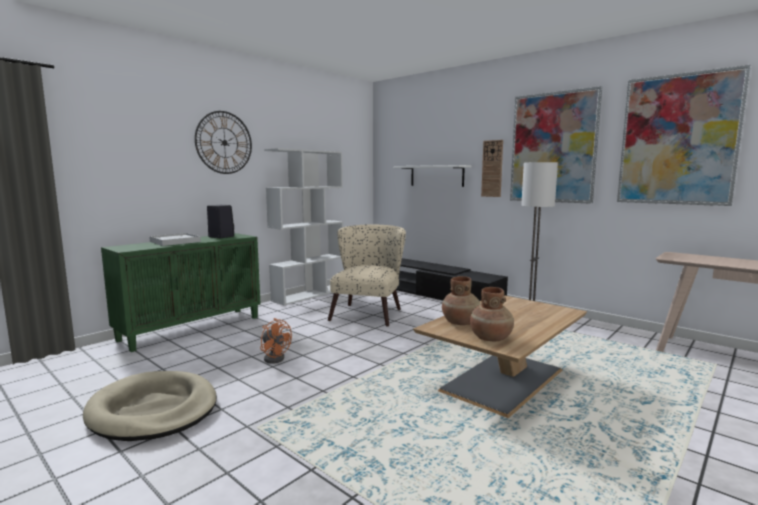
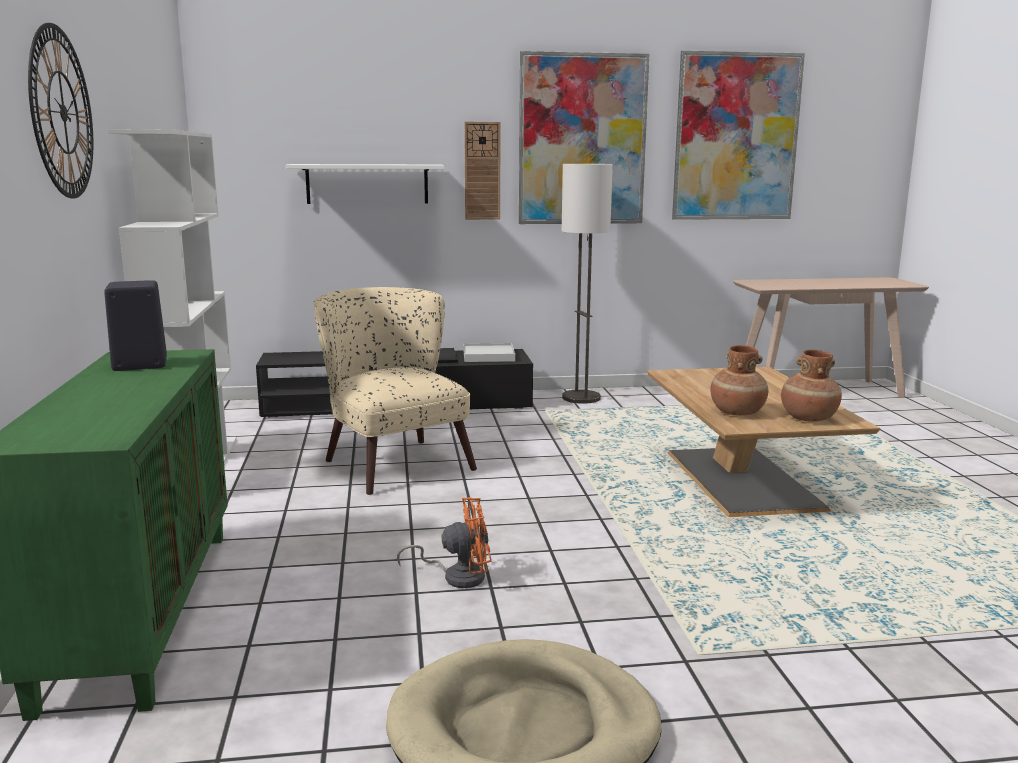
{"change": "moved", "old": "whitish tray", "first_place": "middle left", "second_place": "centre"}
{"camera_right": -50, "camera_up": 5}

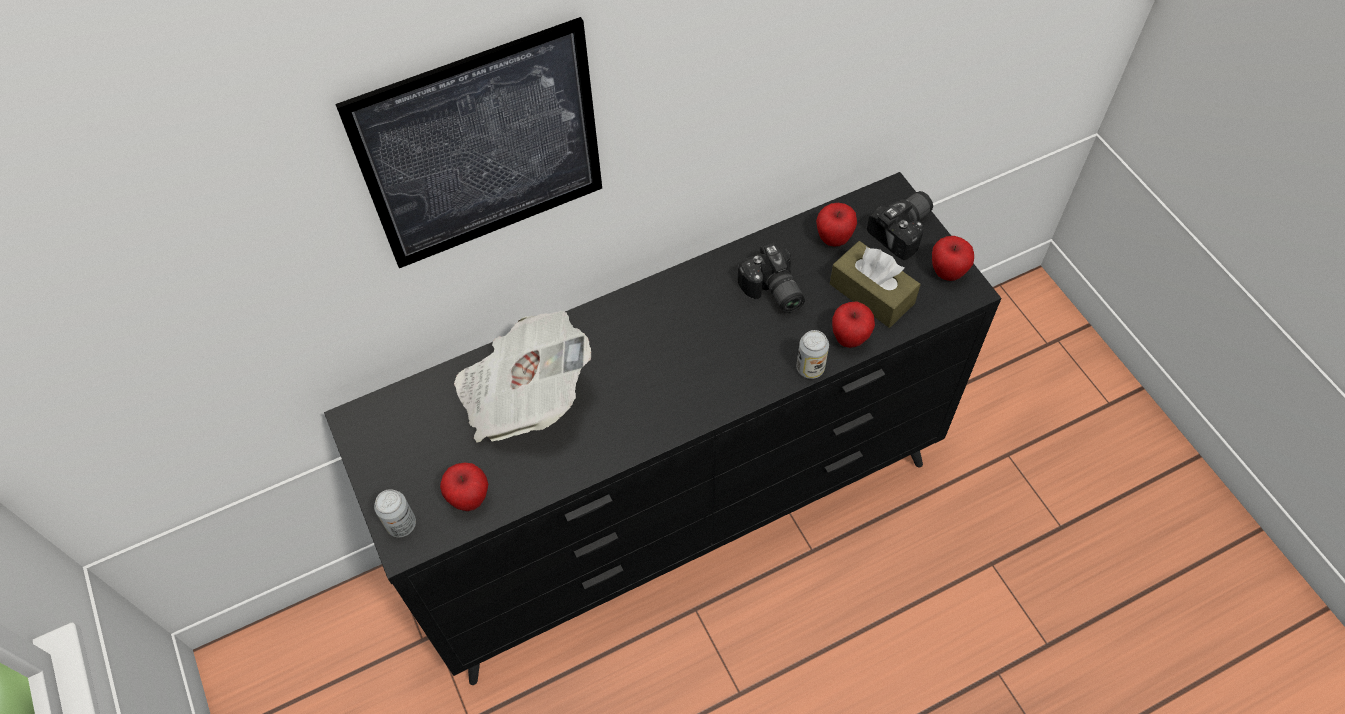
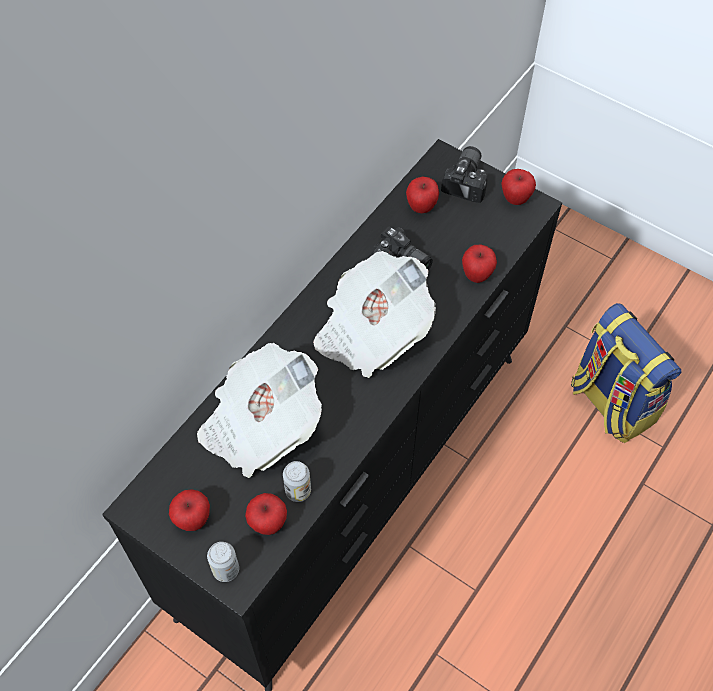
{"change": "removed", "old": "wall picture", "first_place": "top centre"}
{"change": "moved", "old": "metal can (2nd from left)", "first_place": "centre", "second_place": "bottom centre"}
{"change": "removed", "old": "brownish tissue holder", "first_place": "centre"}
{"change": "added", "new": "apple fruit (1st from left)", "second_place": "bottom left"}
{"change": "added", "new": "daily paper (2nd from left)", "second_place": "centre"}
{"change": "added", "new": "rucksack", "second_place": "middle right"}
{"camera_right": -30, "camera_up": 0}

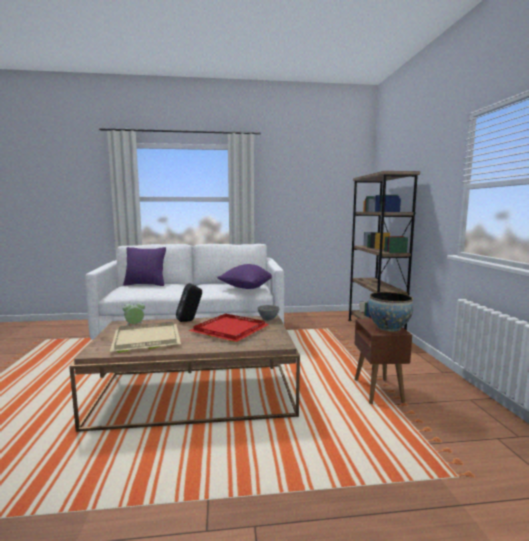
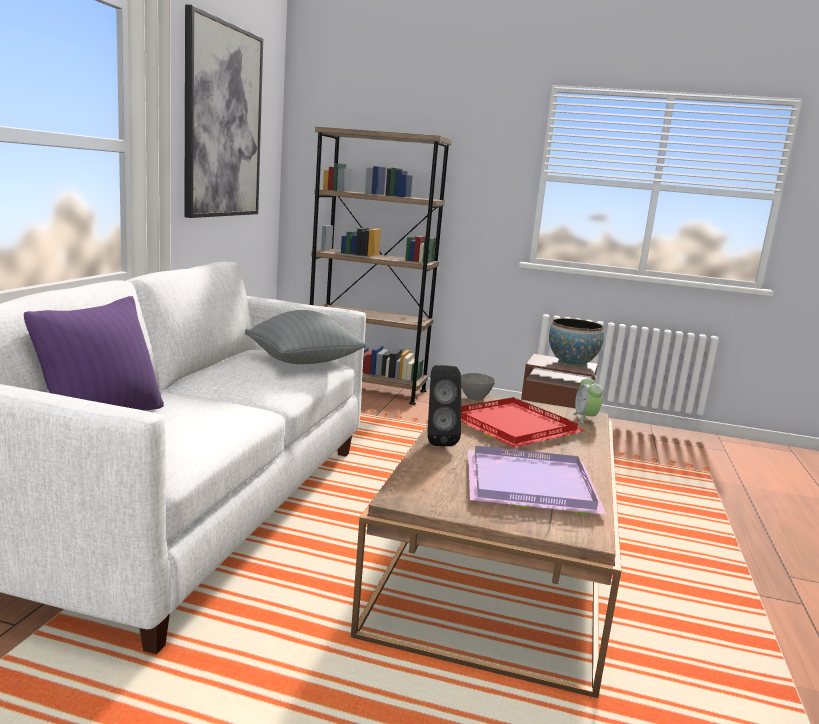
{"change": "recoloured", "old": "beige-coloured tray", "new": "purplish tray", "first_place": "middle left", "second_place": "centre"}
{"change": "moved", "old": "alarm clock", "first_place": "middle left", "second_place": "middle right"}
{"change": "recoloured", "old": "purplish cushion (2nd from left)", "new": "greyish cushion", "first_place": "centre", "second_place": "centre"}
{"change": "added", "new": "wall picture", "second_place": "top left"}
{"camera_right": -70, "camera_up": 5}

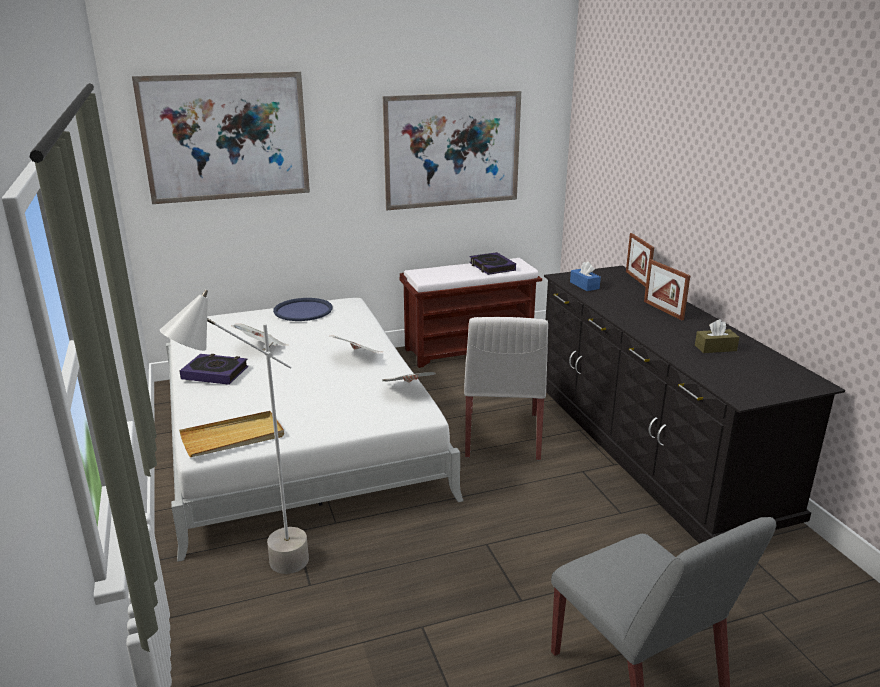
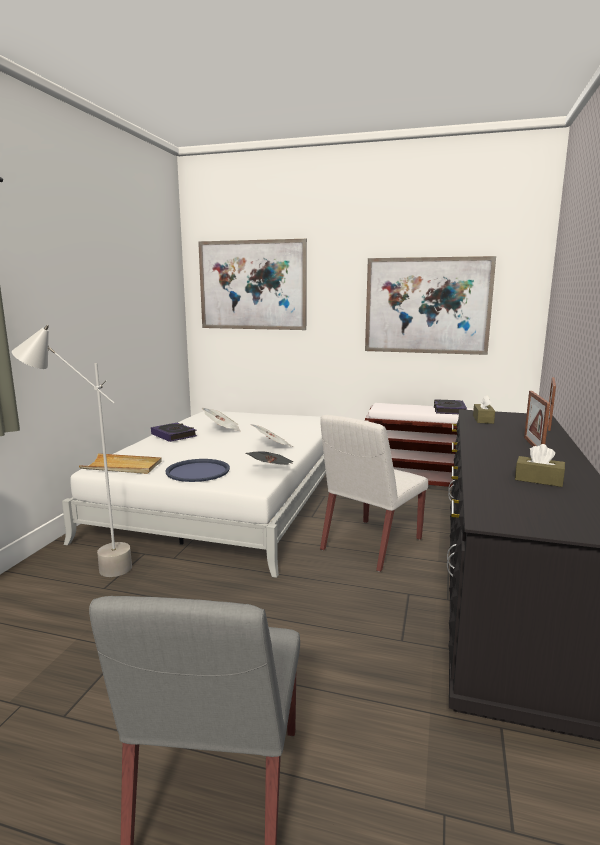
{"change": "moved", "old": "blue tray", "first_place": "centre", "second_place": "middle left"}
{"change": "recoloured", "old": "blue tissue holder", "new": "brownish tissue holder (1st from left)", "first_place": "centre", "second_place": "middle right"}
{"camera_right": 35, "camera_up": -10}

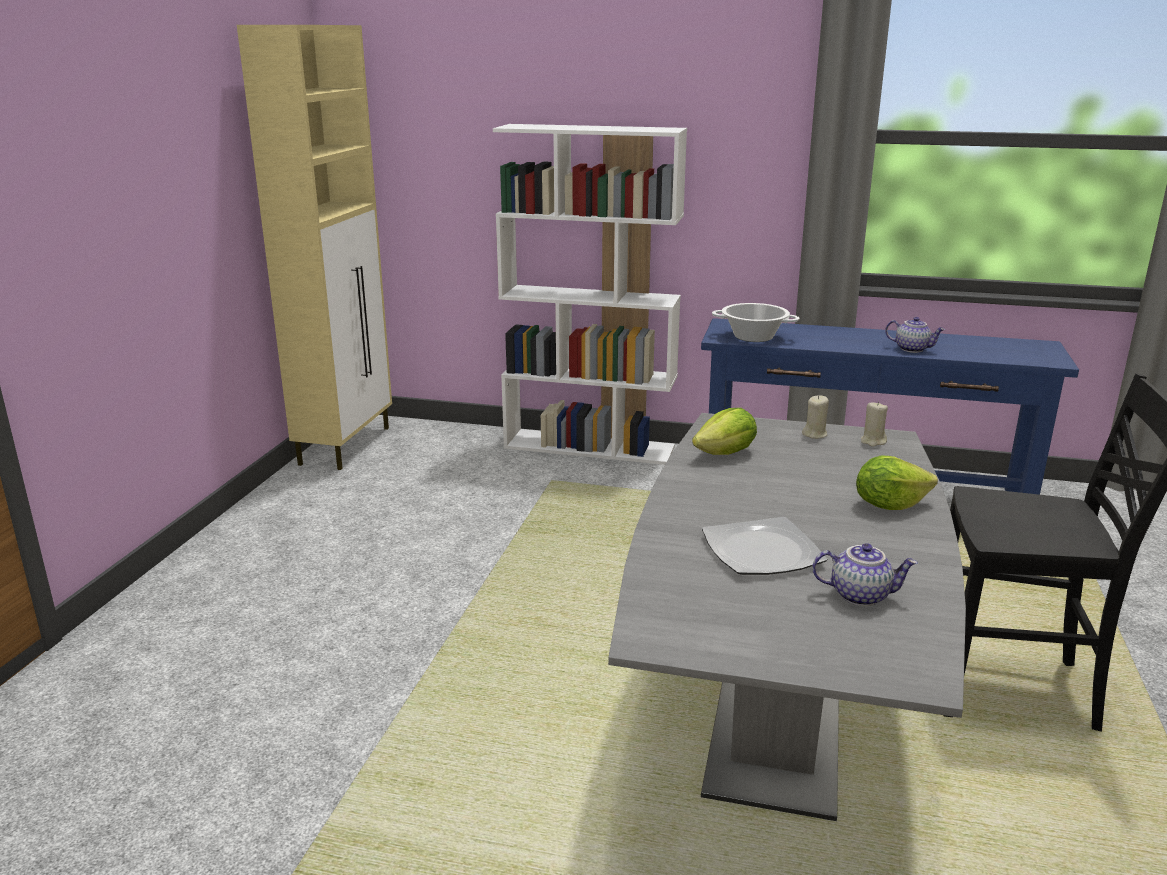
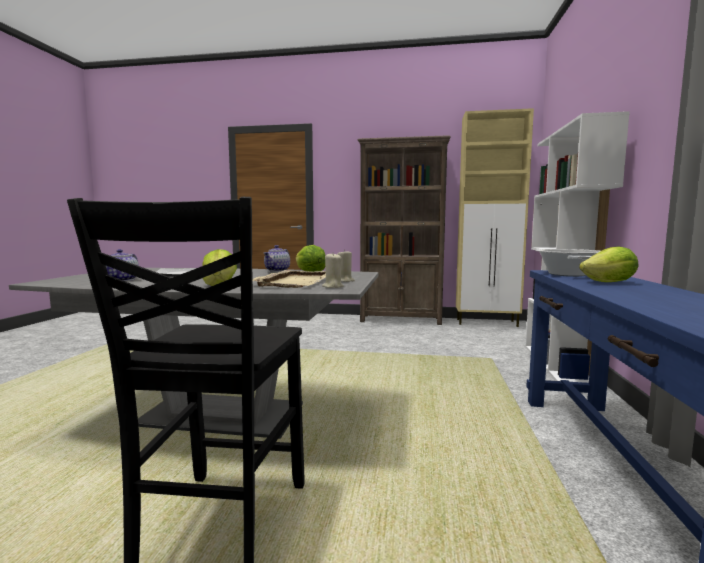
{"change": "moved", "old": "tea pot (2nd from left)", "first_place": "middle right", "second_place": "centre"}
{"change": "added", "new": "beige-coloured tray", "second_place": "centre"}
{"change": "added", "new": "brownish shelving unit", "second_place": "centre"}
{"change": "added", "new": "head of lettuce (3rd from left)", "second_place": "middle right"}
{"camera_right": 85, "camera_up": -15}

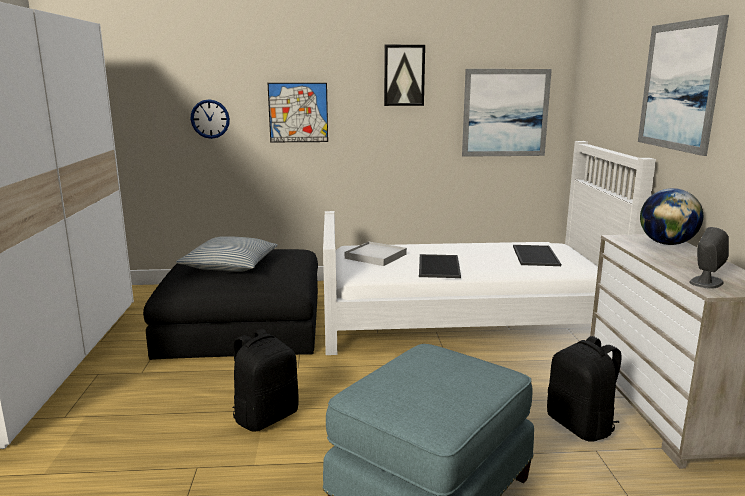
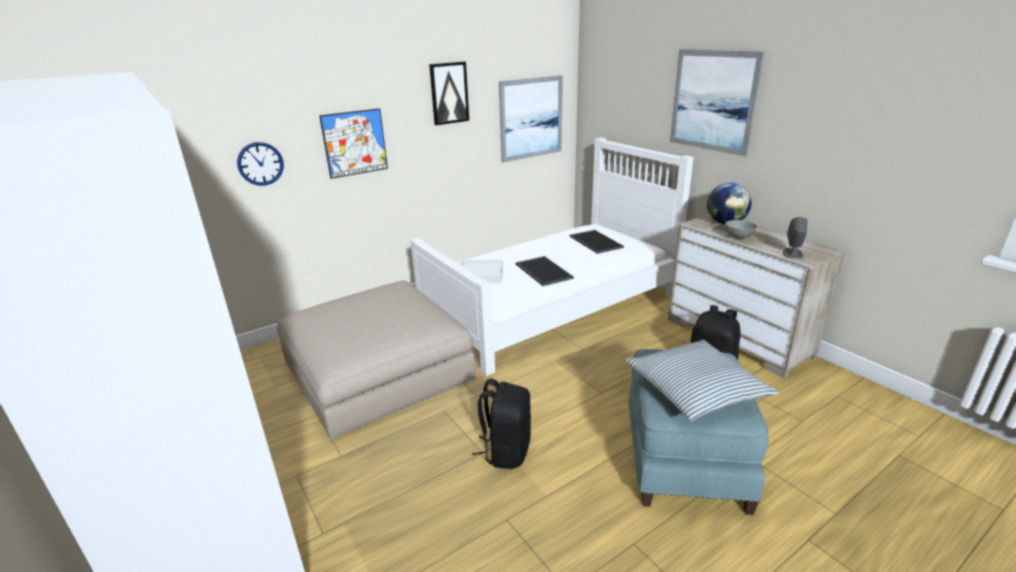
{"change": "recoloured", "old": "blackish footrest", "new": "beige-coloured footrest", "first_place": "middle left", "second_place": "centre"}
{"change": "moved", "old": "cushion", "first_place": "middle left", "second_place": "middle right"}
{"change": "added", "new": "greyish serving bowl", "second_place": "middle right"}
{"camera_right": -30, "camera_up": 10}

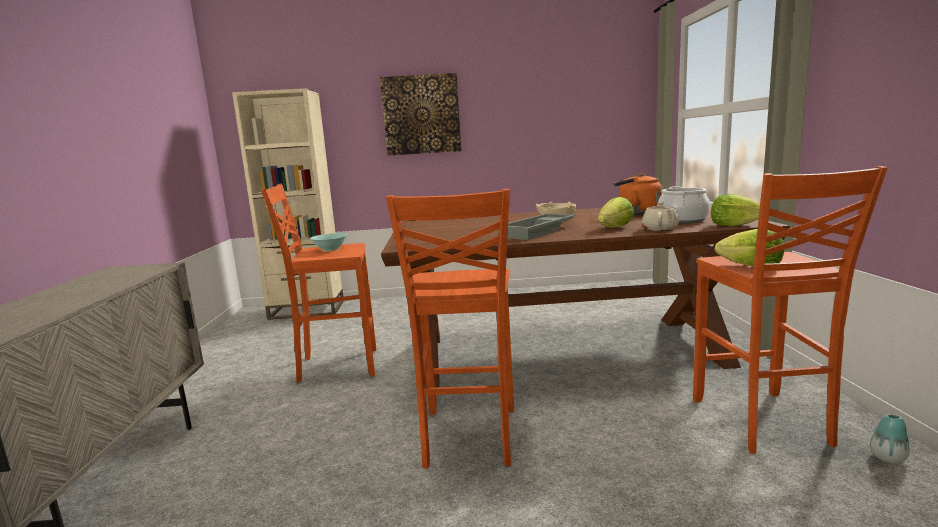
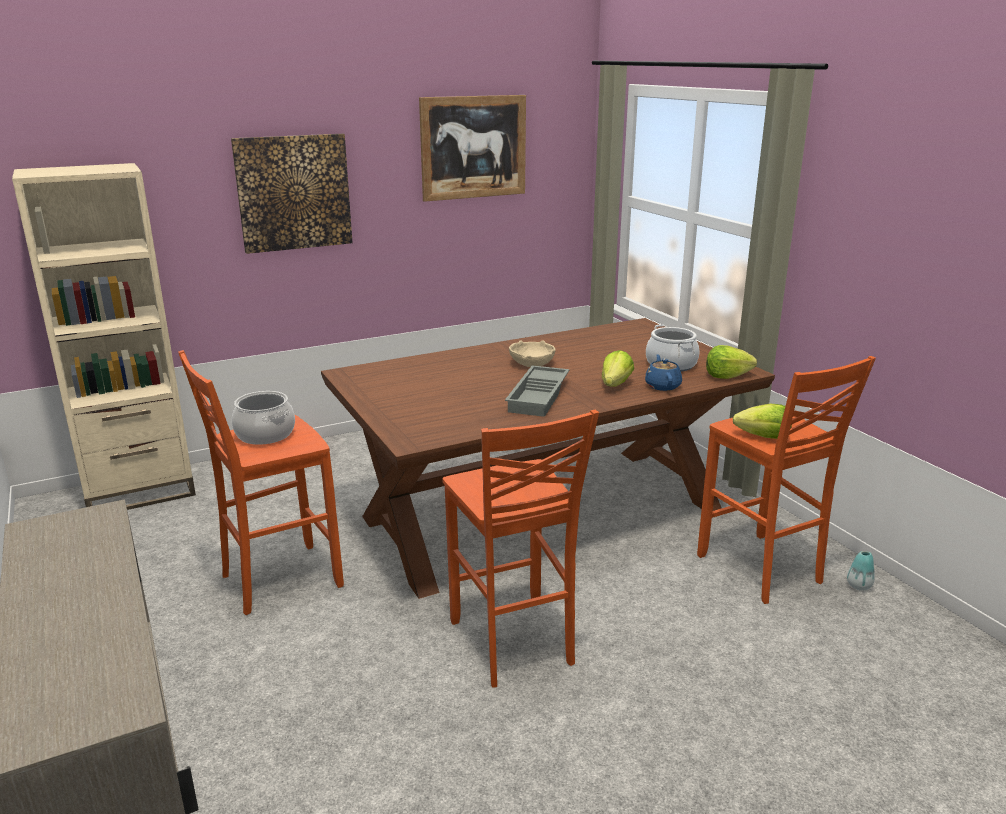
{"change": "replaced", "old": "turquoise-coloured serving bowl", "new": "saucepot (1st from left)", "first_place": "centre", "second_place": "middle left"}
{"change": "removed", "old": "orange tea kettle", "first_place": "middle right"}
{"change": "recoloured", "old": "beige-coloured tea pot", "new": "blue tea pot", "first_place": "middle right", "second_place": "centre"}
{"change": "added", "new": "wall picture (2nd from left)", "second_place": "top centre"}
{"camera_right": -25, "camera_up": 10}

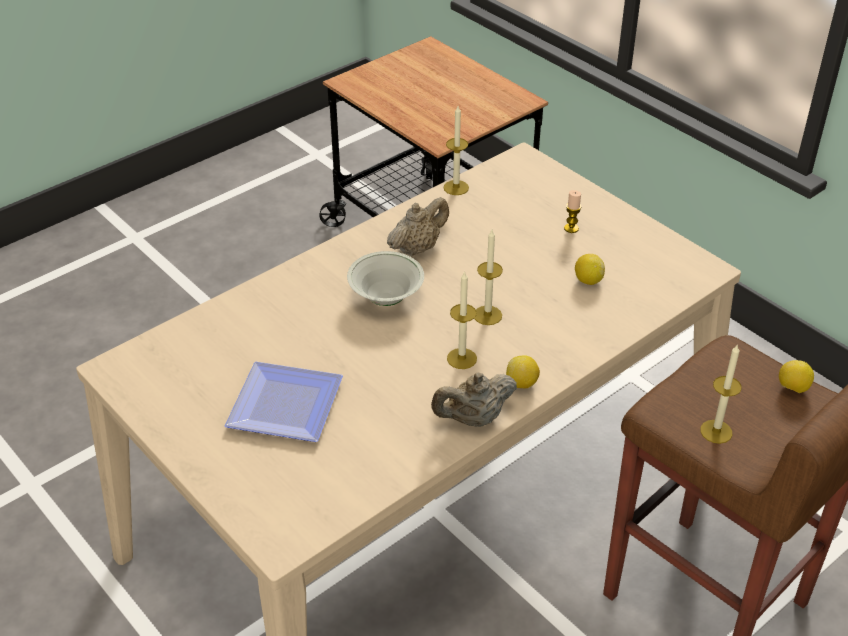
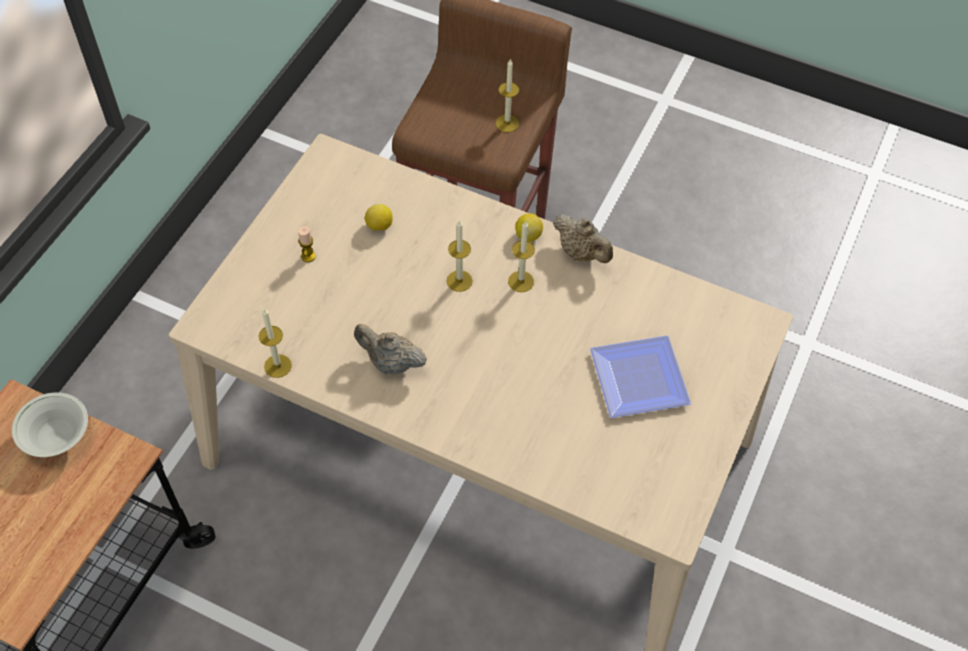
{"change": "moved", "old": "whitish serving bowl", "first_place": "centre", "second_place": "middle left"}
{"change": "removed", "old": "whole lemon (3rd from left)", "first_place": "middle right"}
{"camera_right": -115, "camera_up": 15}

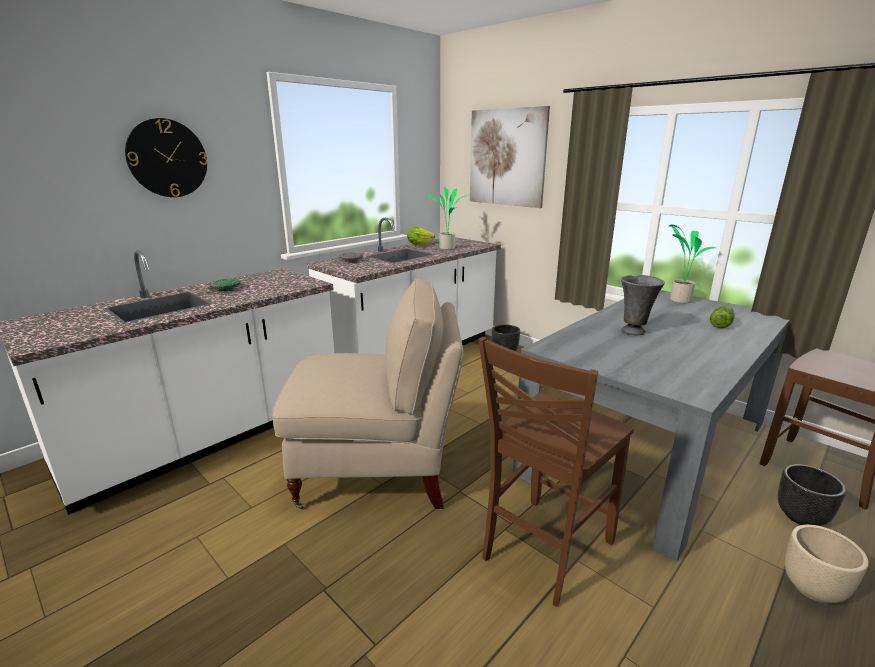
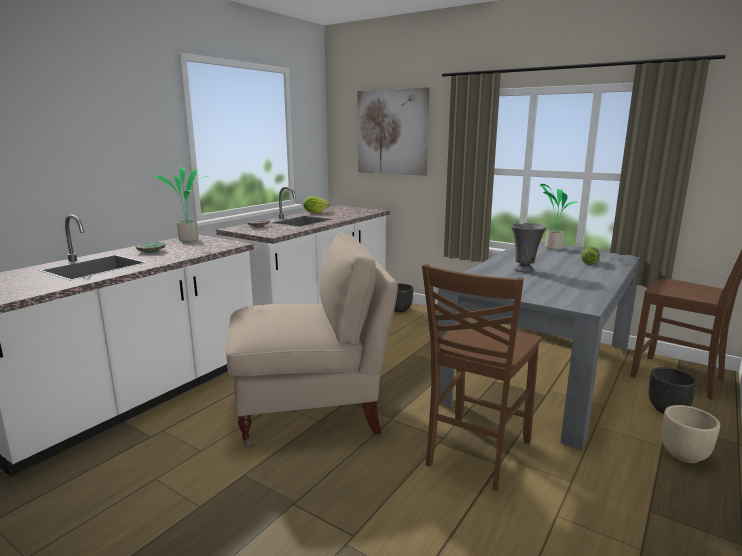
{"change": "removed", "old": "wall clock", "first_place": "top left"}
{"change": "moved", "old": "houseplant (1st from left)", "first_place": "top centre", "second_place": "middle left"}
{"camera_right": -10, "camera_up": -5}

